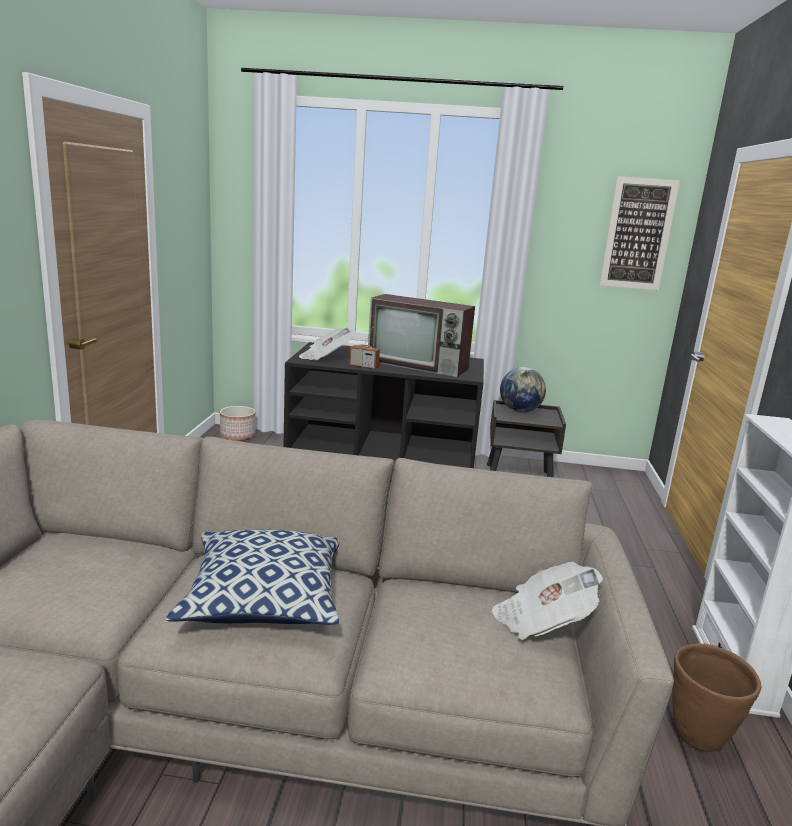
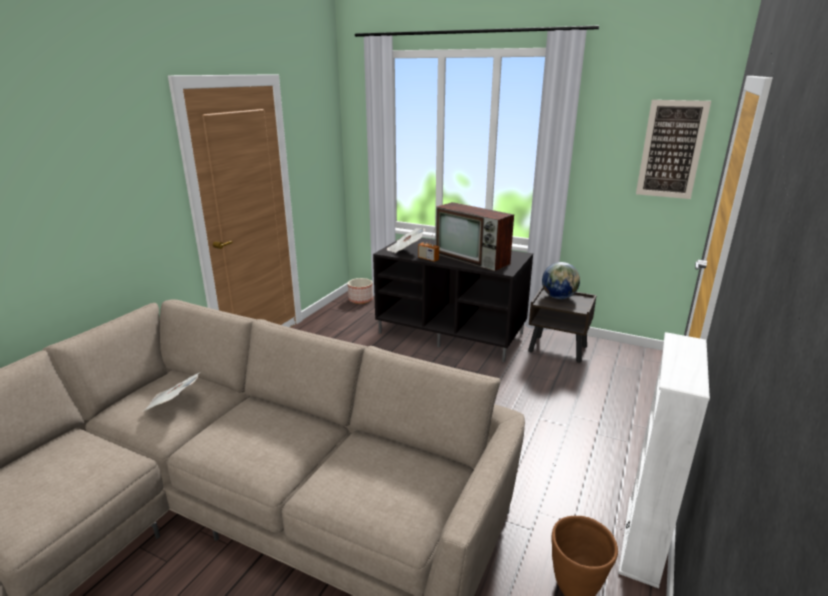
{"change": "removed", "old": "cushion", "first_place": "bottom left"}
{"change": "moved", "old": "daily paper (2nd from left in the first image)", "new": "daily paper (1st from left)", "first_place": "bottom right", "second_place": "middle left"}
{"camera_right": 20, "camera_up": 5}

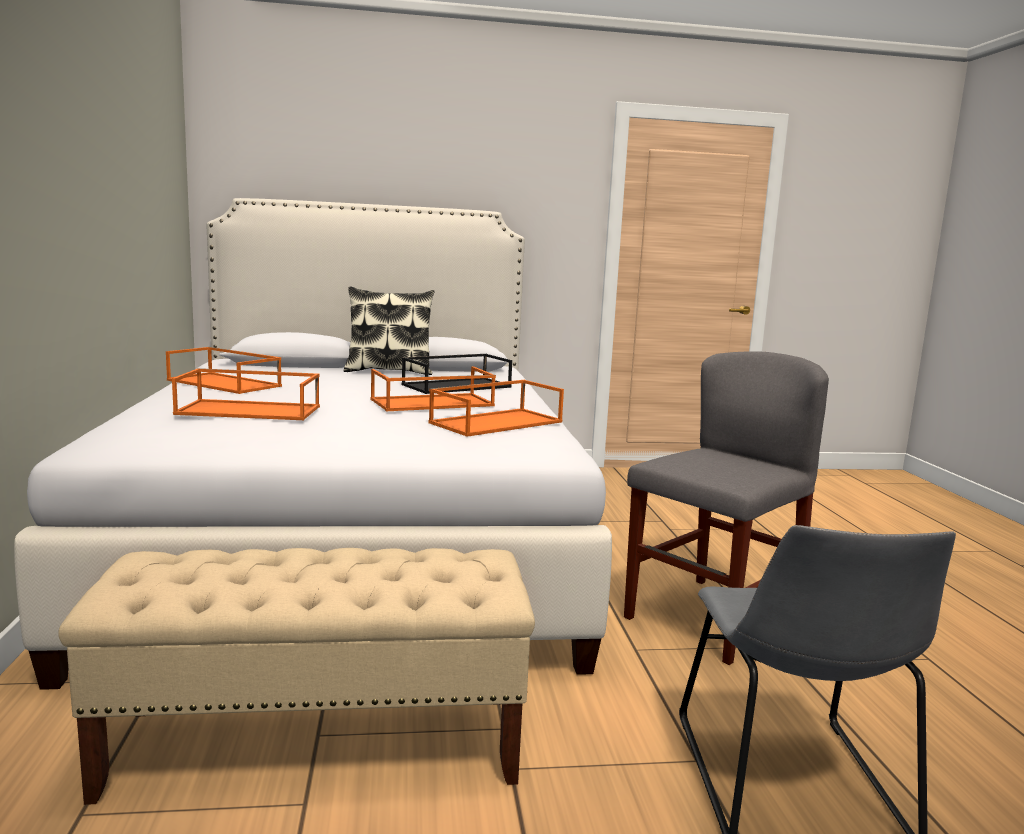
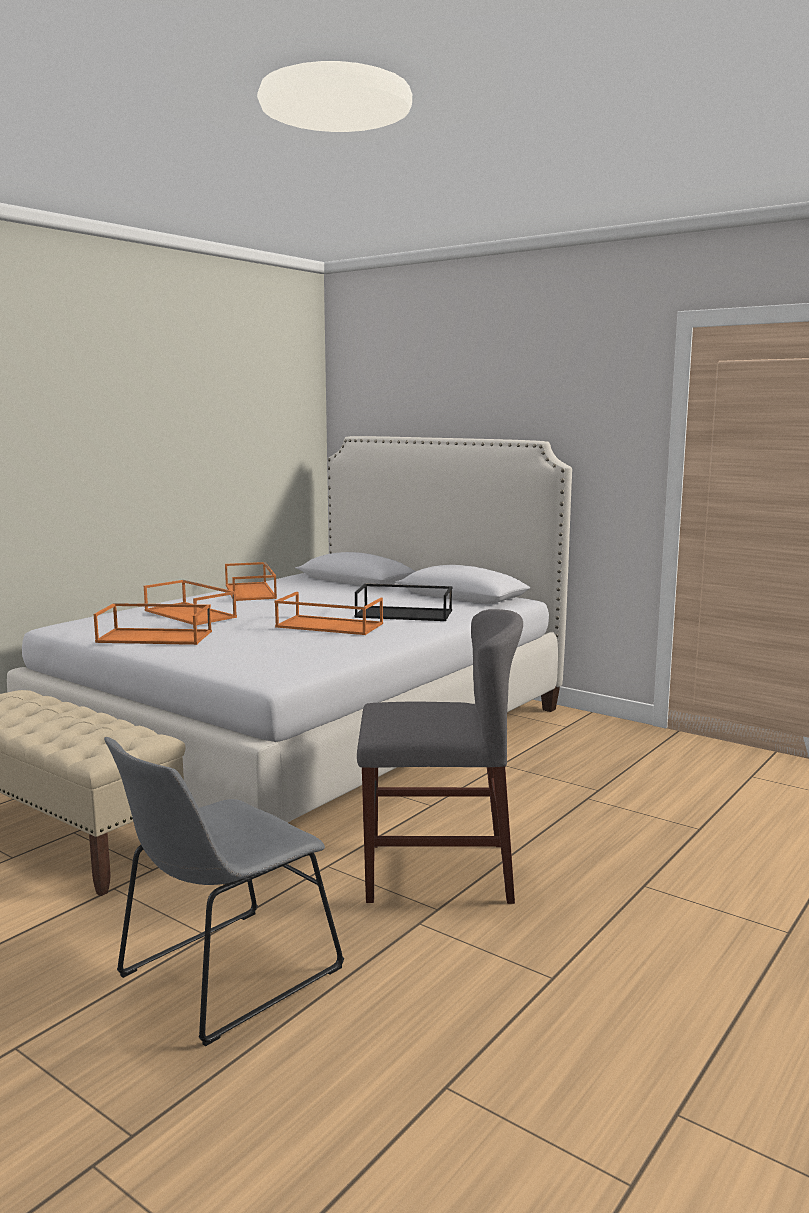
{"change": "removed", "old": "cushion", "first_place": "centre"}
{"change": "moved", "old": "orange tray (4th from left in the first image)", "new": "orange tray (1st from left)", "first_place": "centre", "second_place": "middle left"}
{"camera_right": 45, "camera_up": 0}

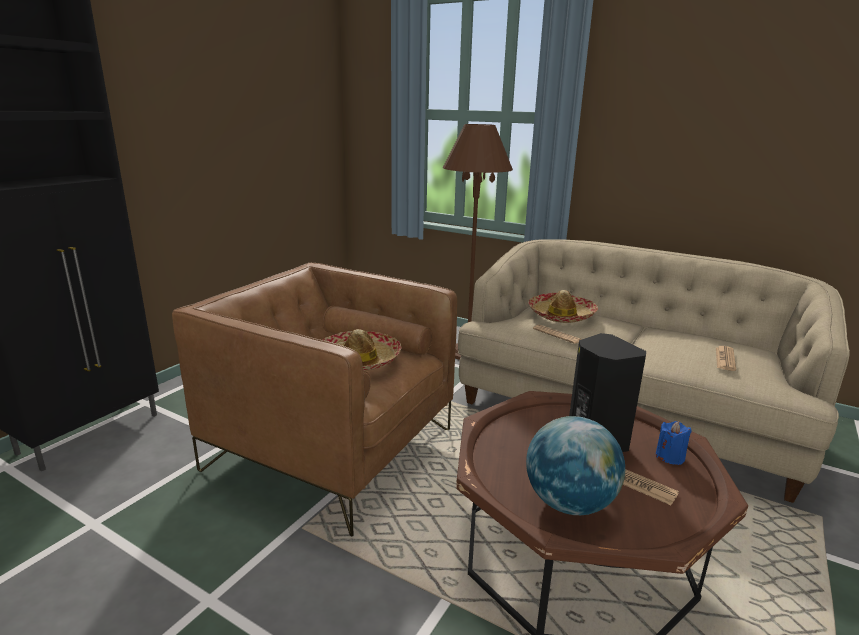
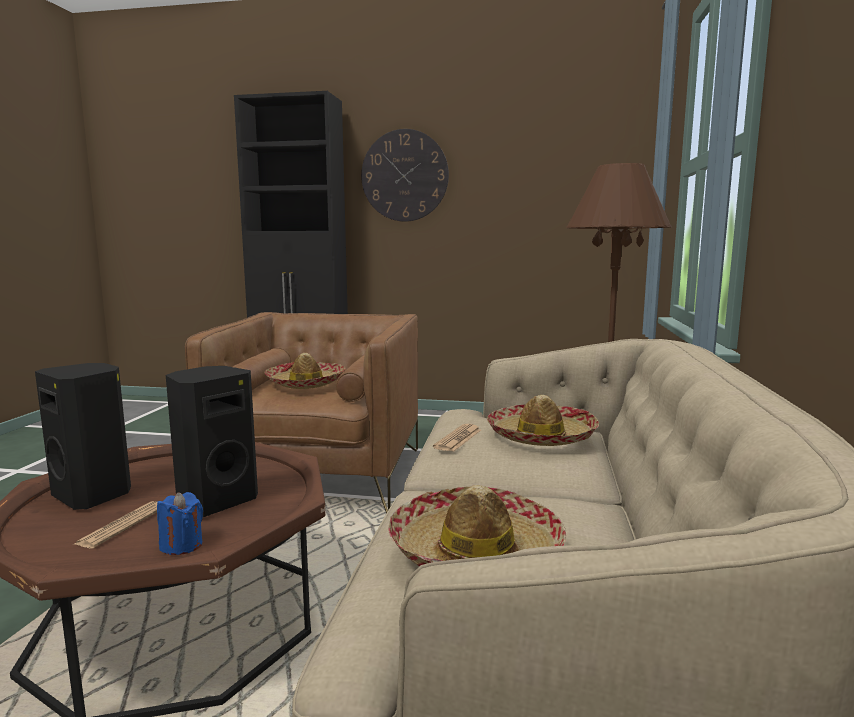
{"change": "replaced", "old": "world globe", "new": "blackish speaker (1st from left)", "first_place": "bottom right", "second_place": "middle left"}
{"change": "replaced", "old": "daily paper (3rd from left)", "new": "wearable hat (2nd from left)", "first_place": "middle right", "second_place": "bottom centre"}
{"change": "added", "new": "wall clock", "second_place": "top centre"}
{"camera_right": 70, "camera_up": -10}

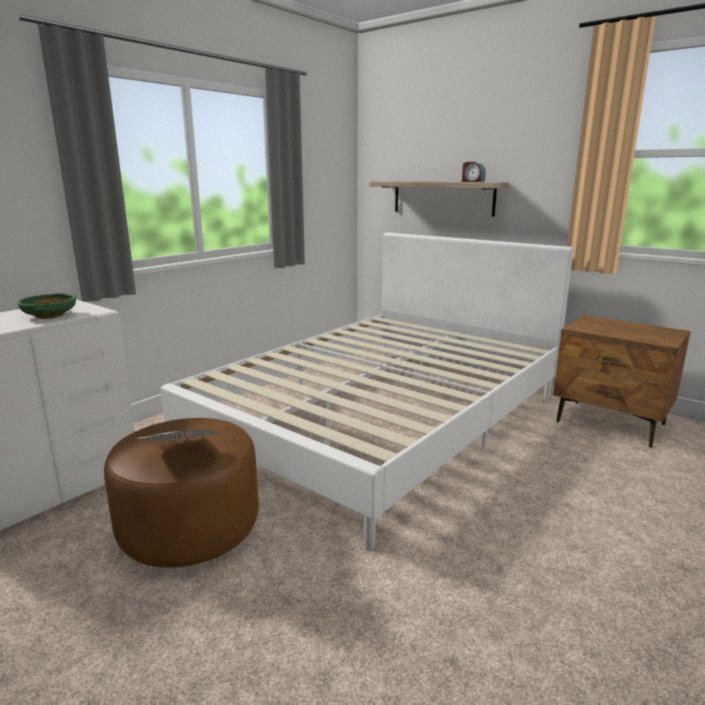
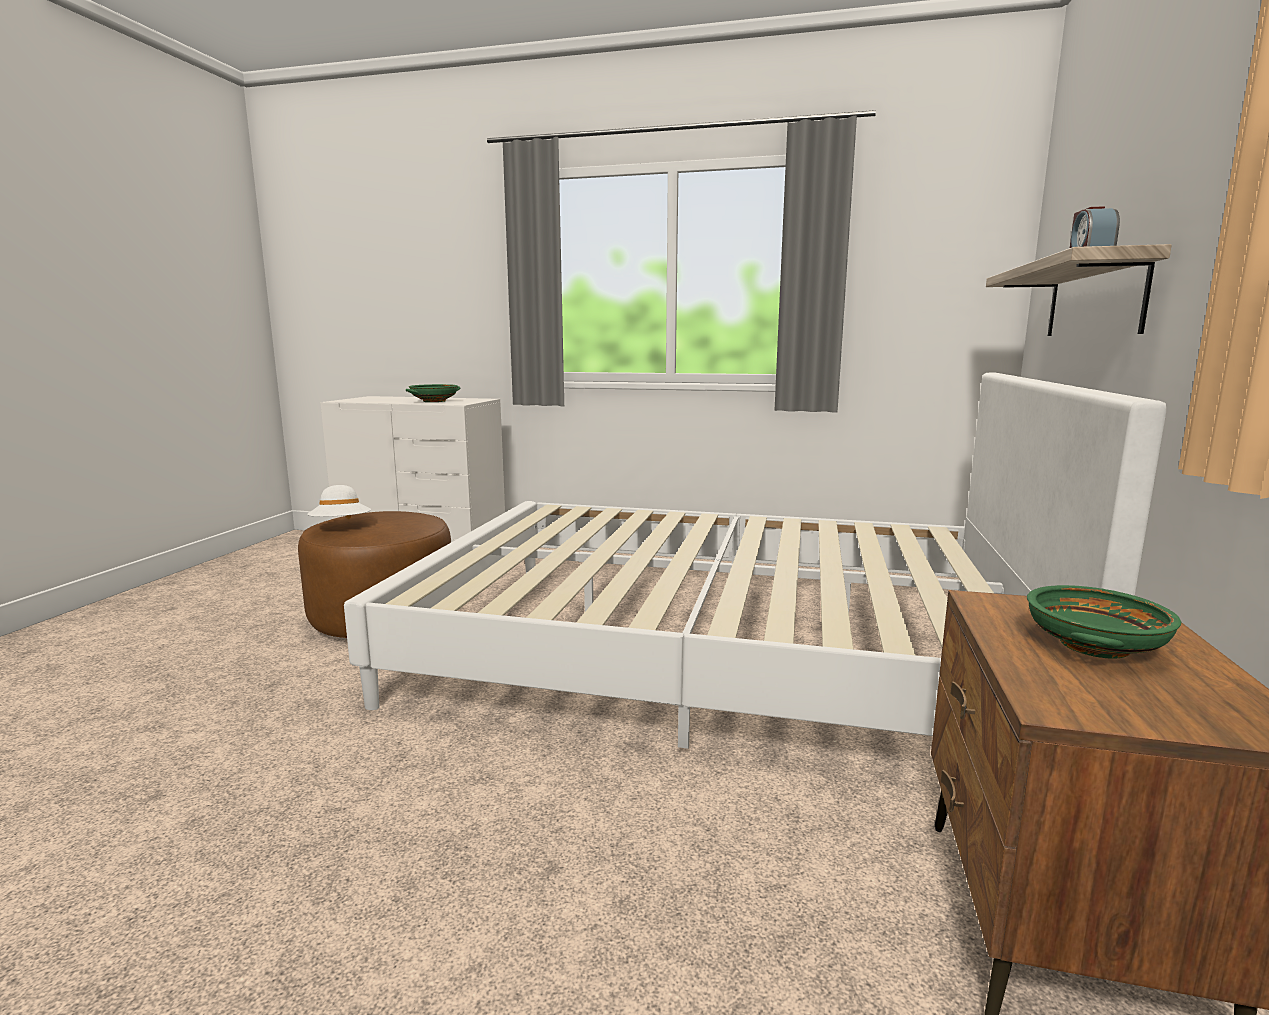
{"change": "replaced", "old": "daily paper", "new": "whitish wearable hat", "first_place": "middle left", "second_place": "middle left"}
{"change": "added", "new": "green serving bowl (2nd from left)", "second_place": "middle right"}
{"camera_right": 65, "camera_up": -5}

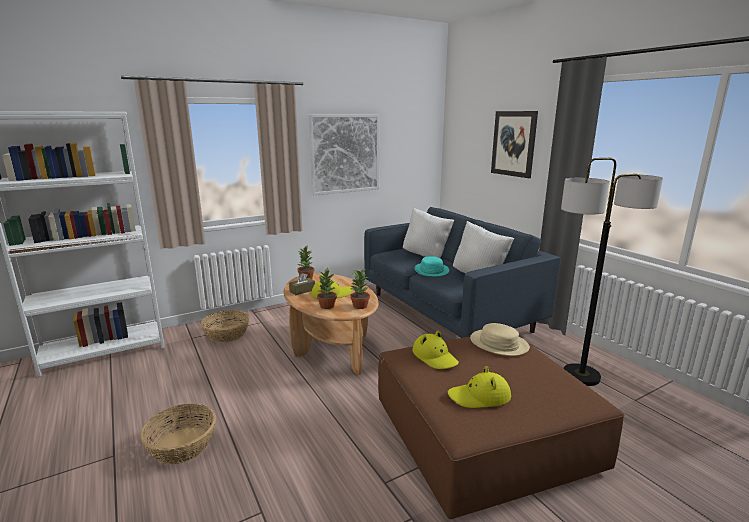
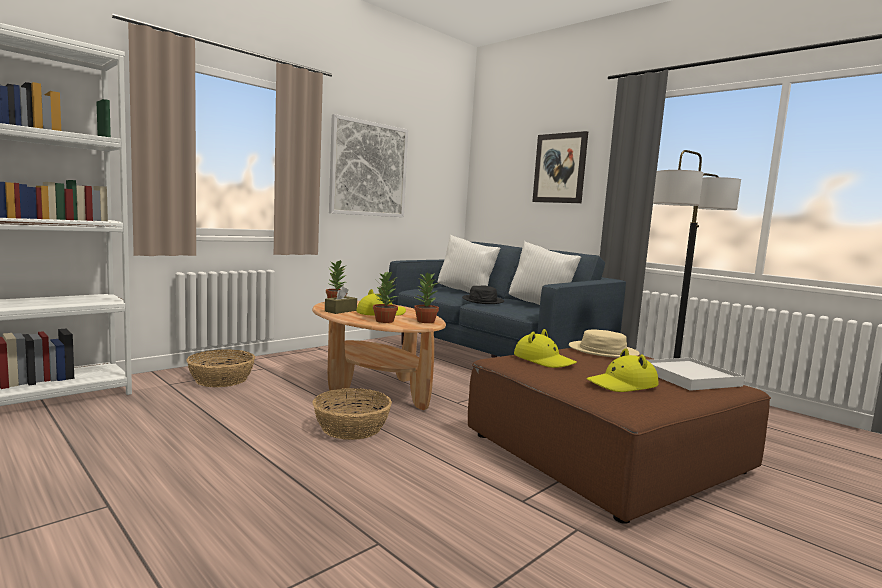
{"change": "moved", "old": "basket (1st from left in the first image)", "new": "basket (2nd from left)", "first_place": "bottom left", "second_place": "bottom centre"}
{"change": "recoloured", "old": "turquoise-coloured wearable hat", "new": "blackish wearable hat", "first_place": "centre", "second_place": "centre"}
{"change": "added", "new": "whitish tray", "second_place": "middle right"}
{"camera_right": -15, "camera_up": -10}

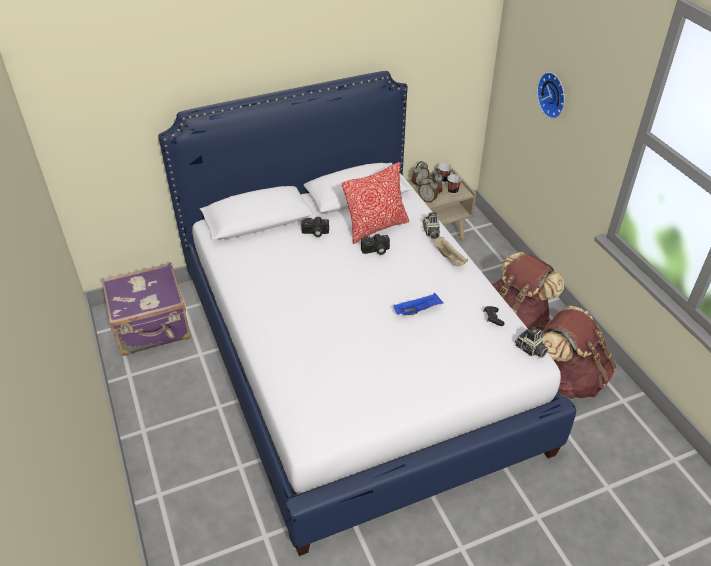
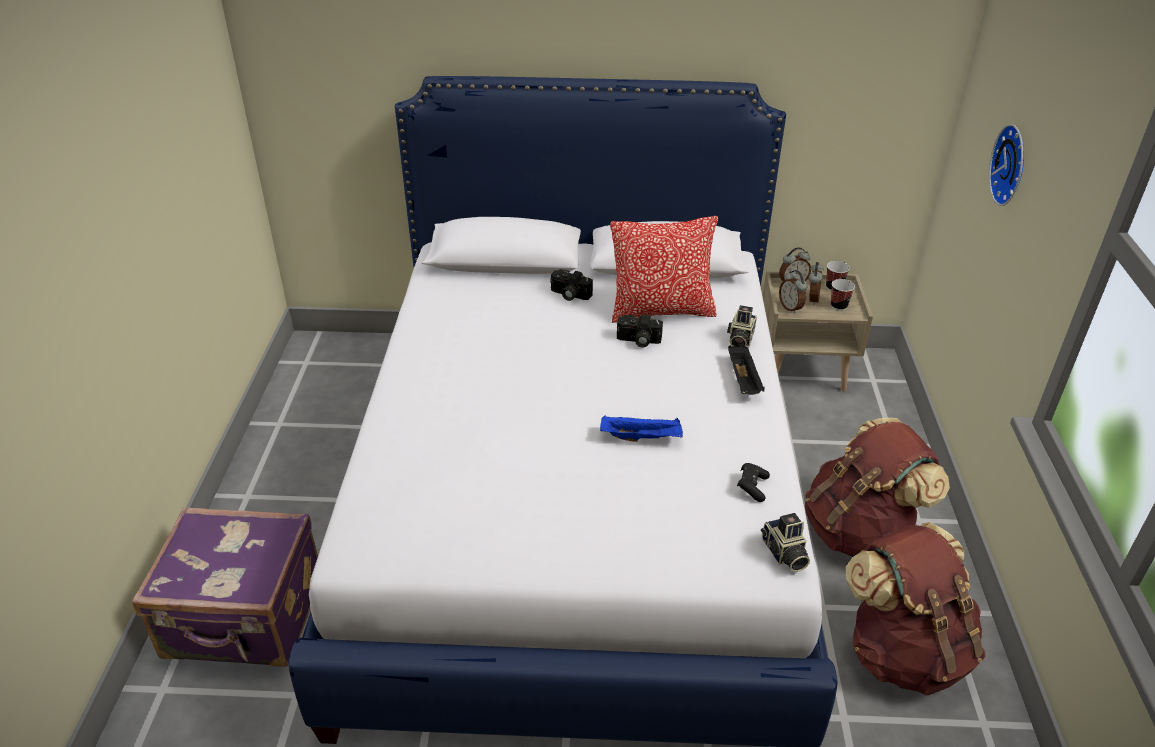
{"change": "moved", "old": "purplish suitcase", "first_place": "middle left", "second_place": "bottom left"}
{"change": "recoloured", "old": "beige-coloured tray", "new": "blackish tray", "first_place": "centre", "second_place": "centre"}
{"camera_right": 25, "camera_up": -5}

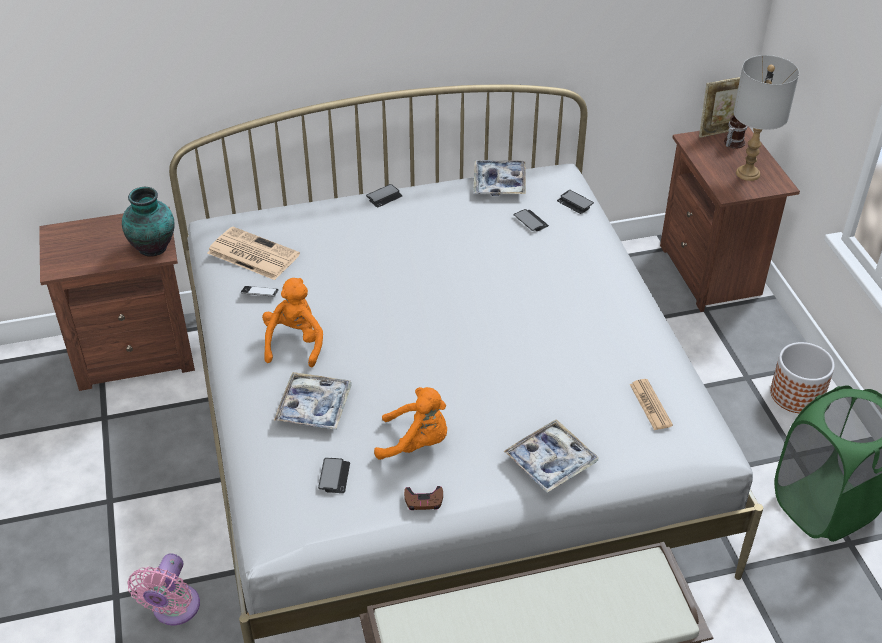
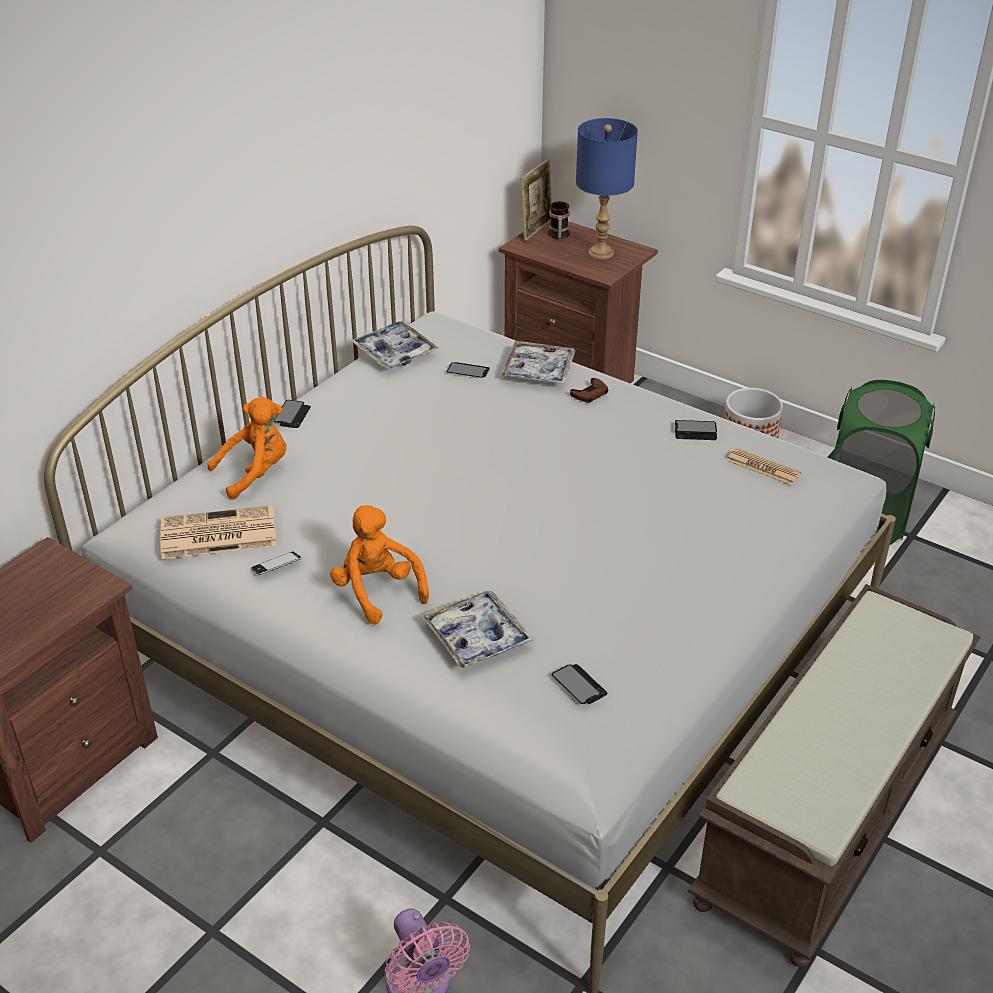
{"change": "removed", "old": "flower vase", "first_place": "middle left"}
{"change": "moved", "old": "orange soft toy (2nd from left in the first image)", "new": "orange soft toy (1st from left)", "first_place": "centre", "second_place": "middle left"}
{"change": "moved", "old": "brownish gamepad", "first_place": "bottom centre", "second_place": "centre"}
{"change": "moved", "old": "tray (3rd from left)", "first_place": "bottom centre", "second_place": "centre"}
{"change": "moved", "old": "handset (5th from left)", "first_place": "top centre", "second_place": "middle right"}
{"change": "recoloured", "old": "greyish lamp for a table", "new": "blue lamp for a table", "first_place": "top right", "second_place": "top centre"}
{"camera_right": -40, "camera_up": -5}

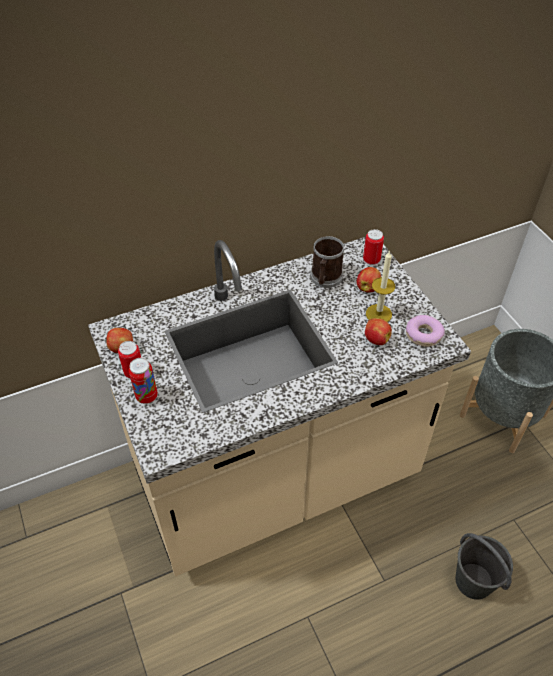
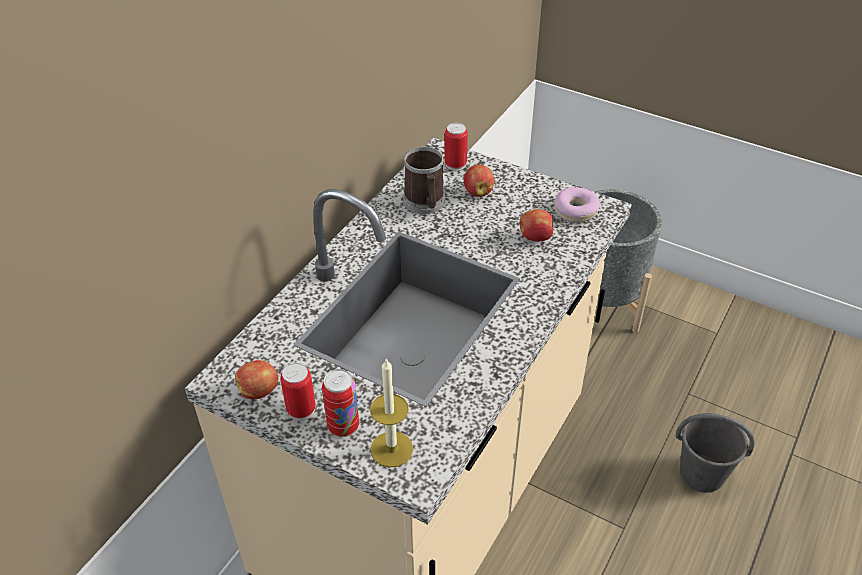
{"change": "moved", "old": "candle", "first_place": "middle right", "second_place": "bottom centre"}
{"camera_right": -35, "camera_up": -5}

